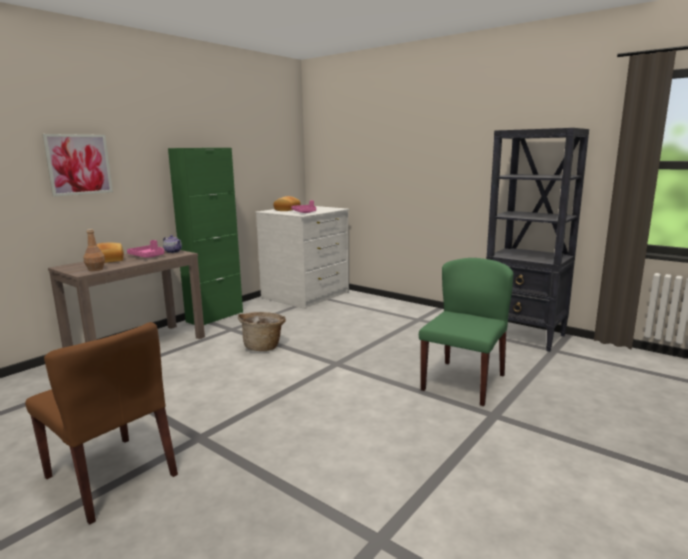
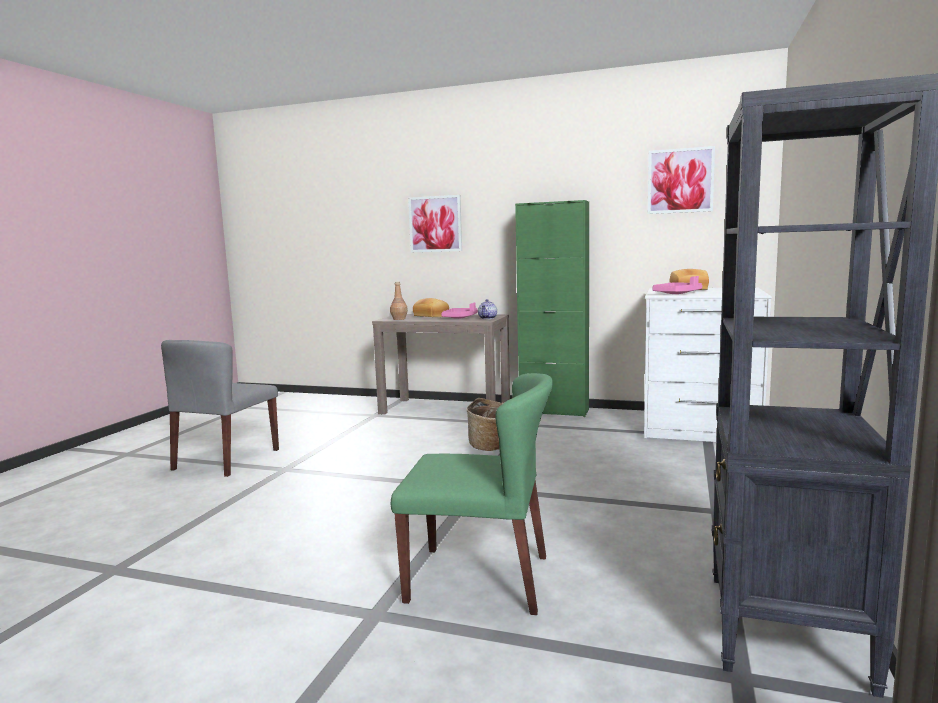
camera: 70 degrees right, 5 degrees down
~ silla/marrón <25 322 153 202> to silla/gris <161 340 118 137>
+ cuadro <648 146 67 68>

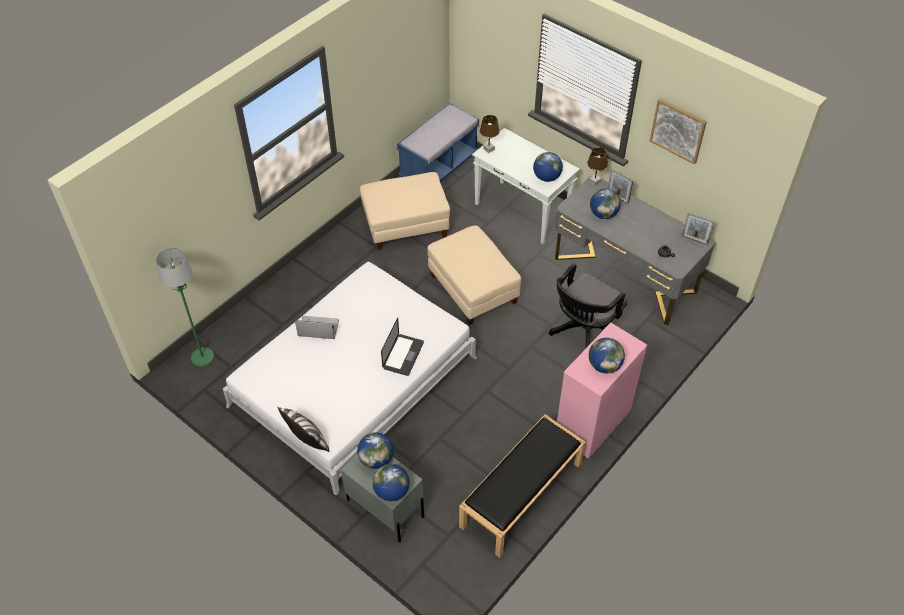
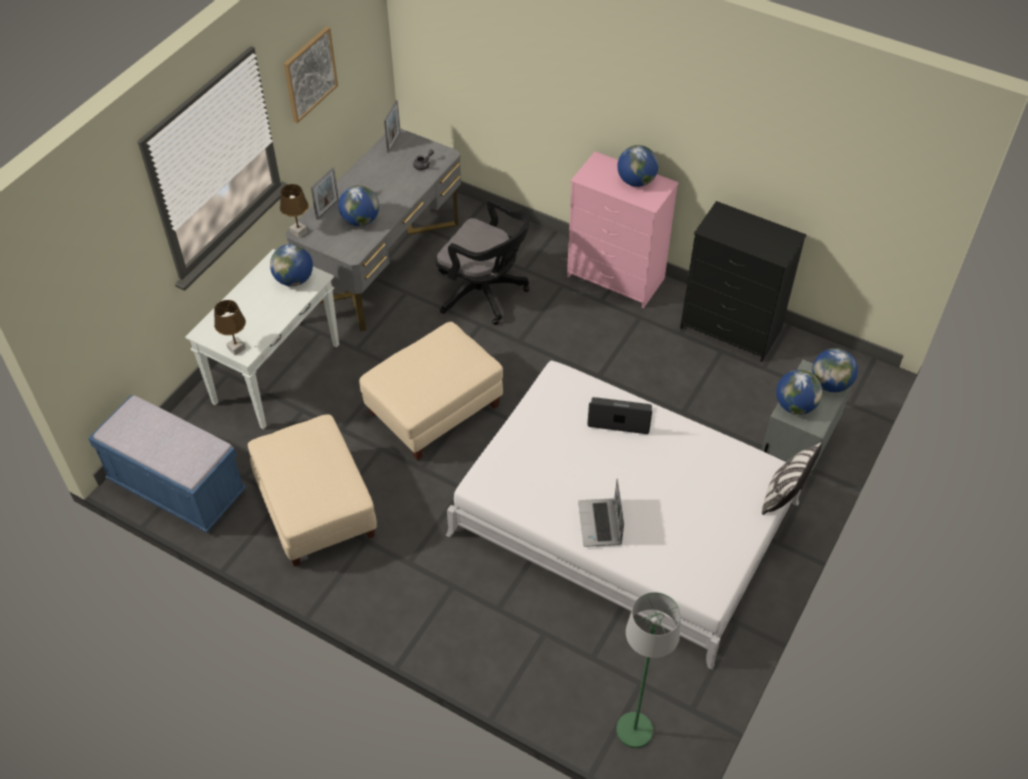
camera: 100 degrees left, 0 degrees up
~ banco/negro <459 414 127 144> to cómoda/negro <680 201 127 161>

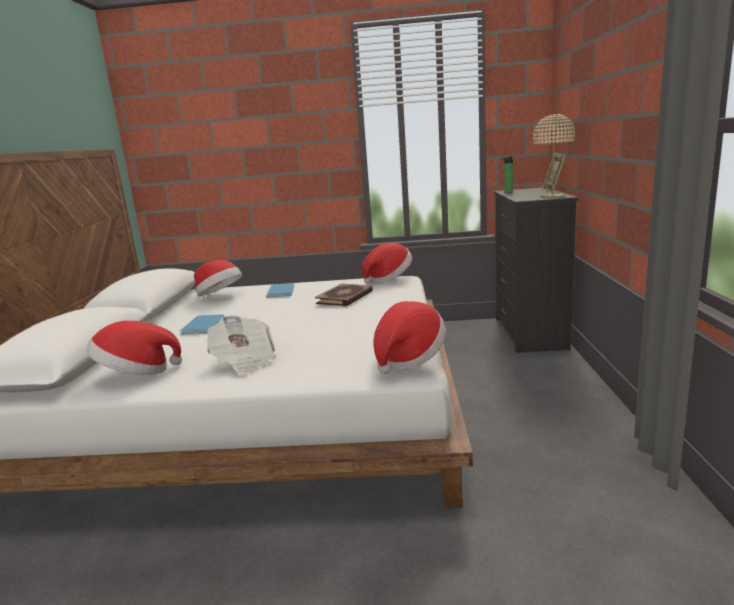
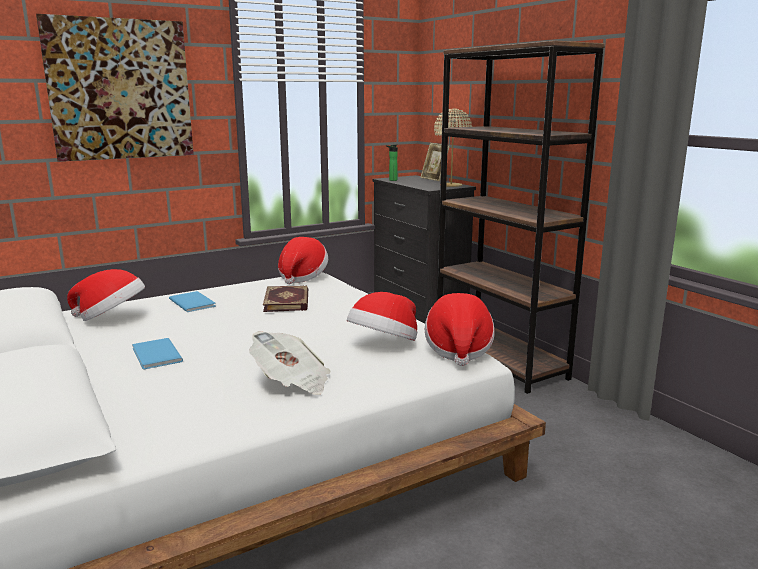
camera: 35 degrees left, 0 degrees up
~ sombrero <86 321 96 54> to <347 292 70 49>
+ cuadro <36 14 158 148>
+ estantería/marrón <437 40 168 354>

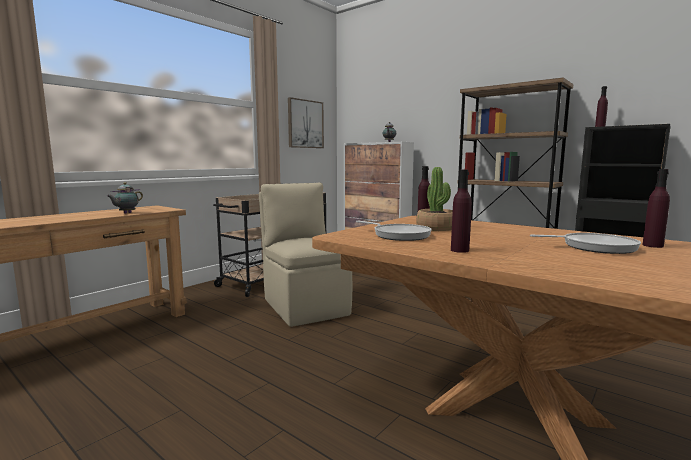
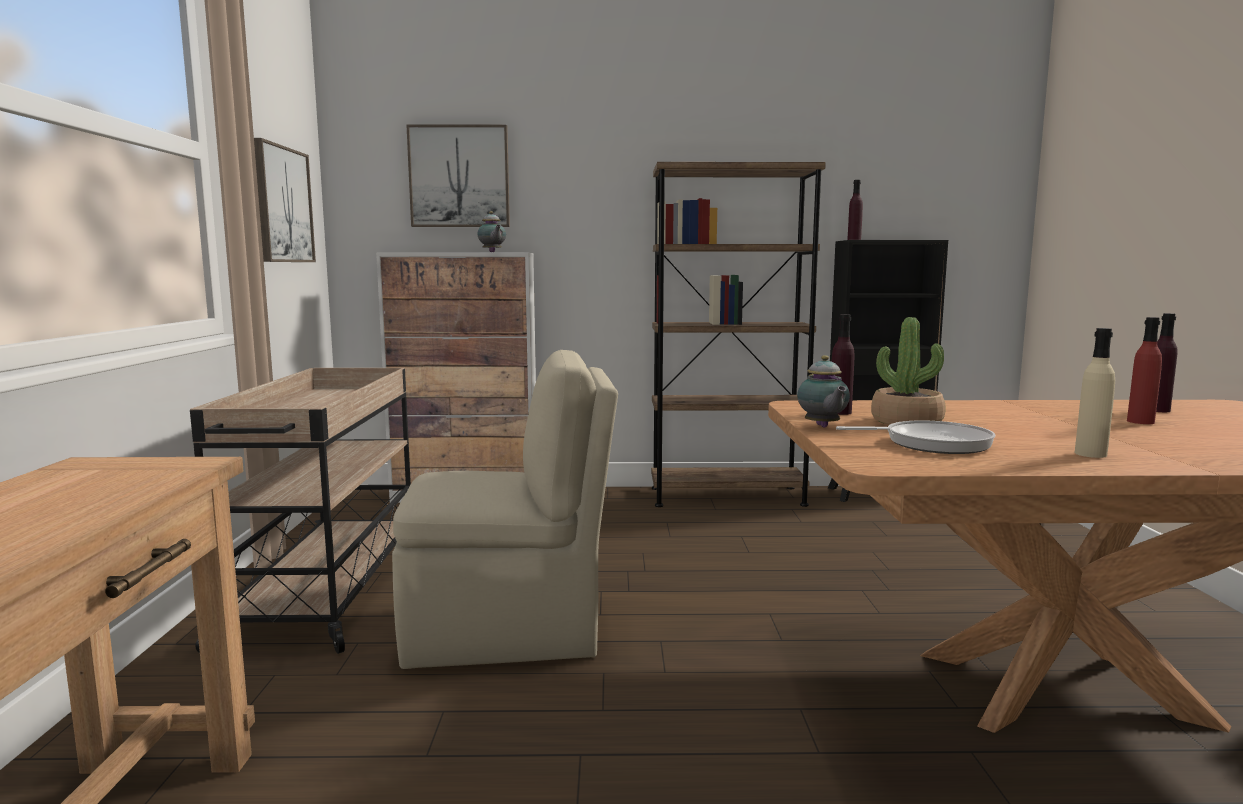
camera: 40 degrees left, 0 degrees up
~ tetera <107 182 36 32> to <797 355 53 72>
~ silla/beis <259 182 93 145> = <392 350 226 319> 150 degrees clockwise
~ botella/morado <451 170 21 83> to botella/beis <1075 328 40 130>
~ sartén <530 233 111 21> to botella/rojo <1127 317 35 107>
+ cuadro <406 124 104 103>

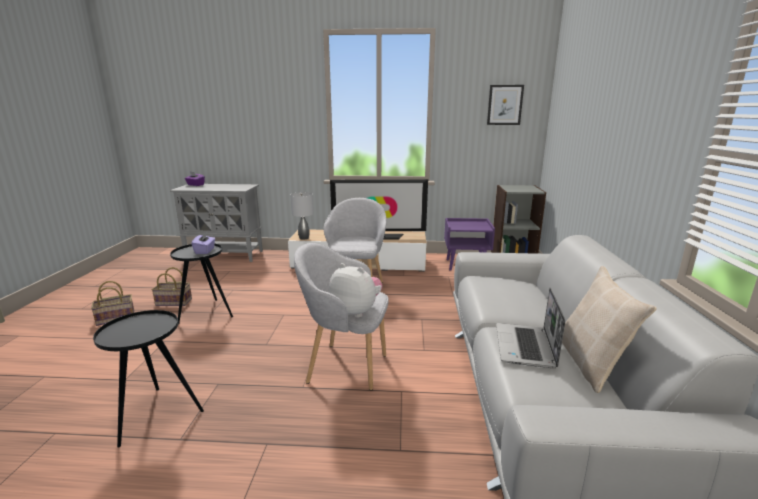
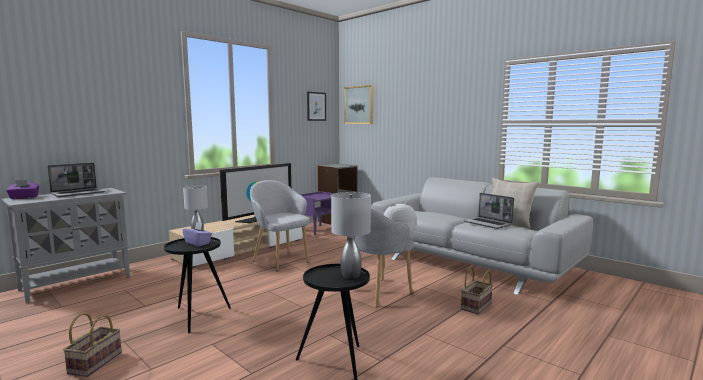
camera: 50 degrees left, 10 degrees down
~ cesta <152 267 40 39> to <461 266 32 48>
+ portátil <47 163 58 34>
+ lámpara de mesa/gris <331 192 40 87>
+ cuadro <344 85 29 39>

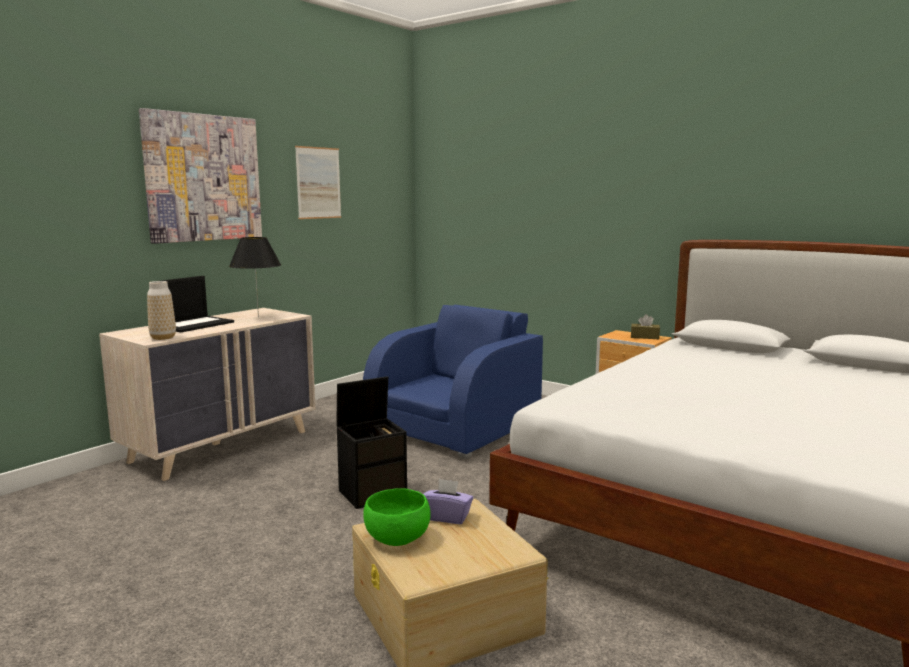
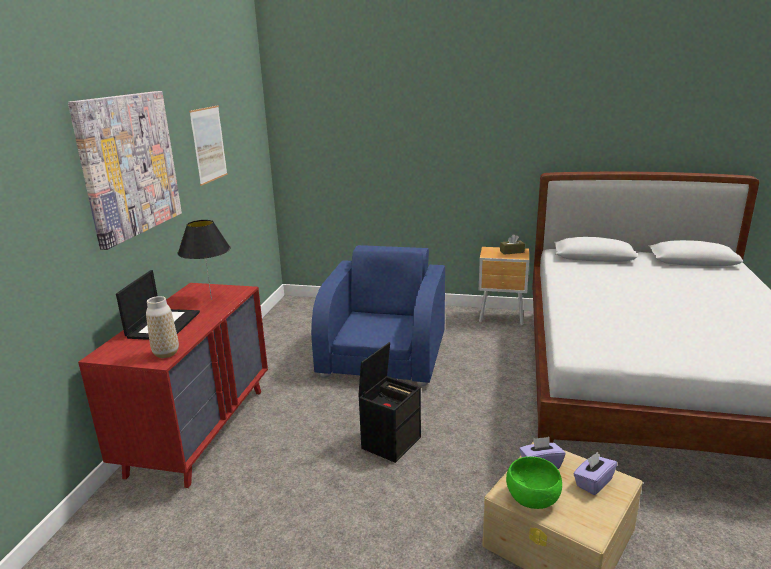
camera: 25 degrees left, 10 degrees up
~ cómoda/beis <99 308 217 173> to cómoda/rojo <78 283 190 205>
+ caja de pañuelos/morado <574 452 43 43>

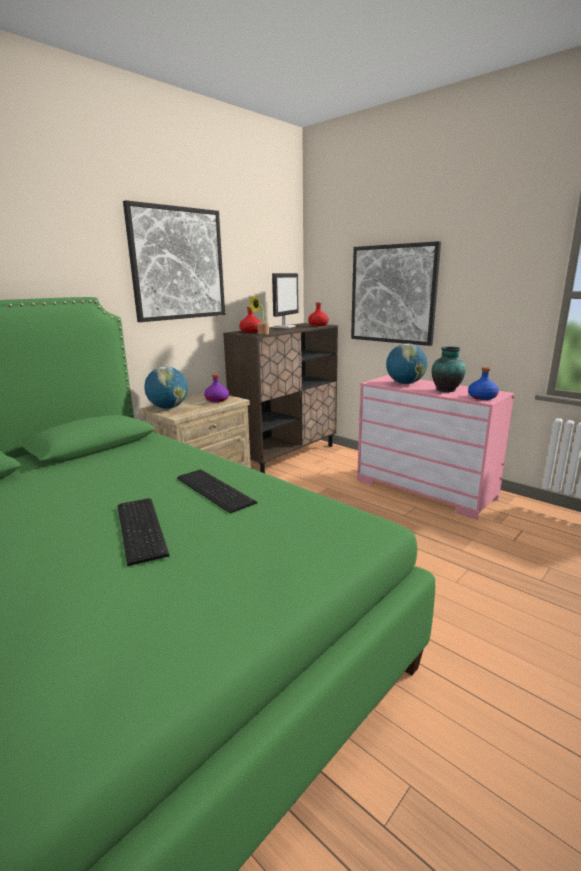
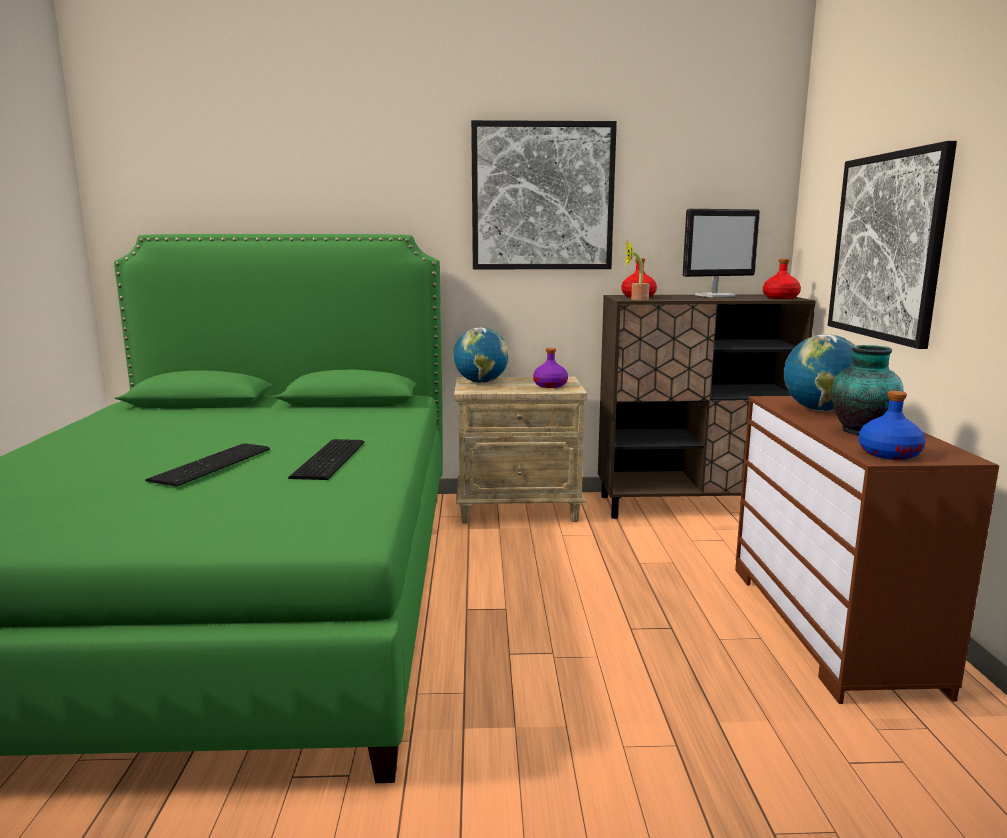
camera: 45 degrees right, 5 degrees down
~ cómoda/rosa <357 375 158 145> to cómoda/marrón <735 396 264 308>

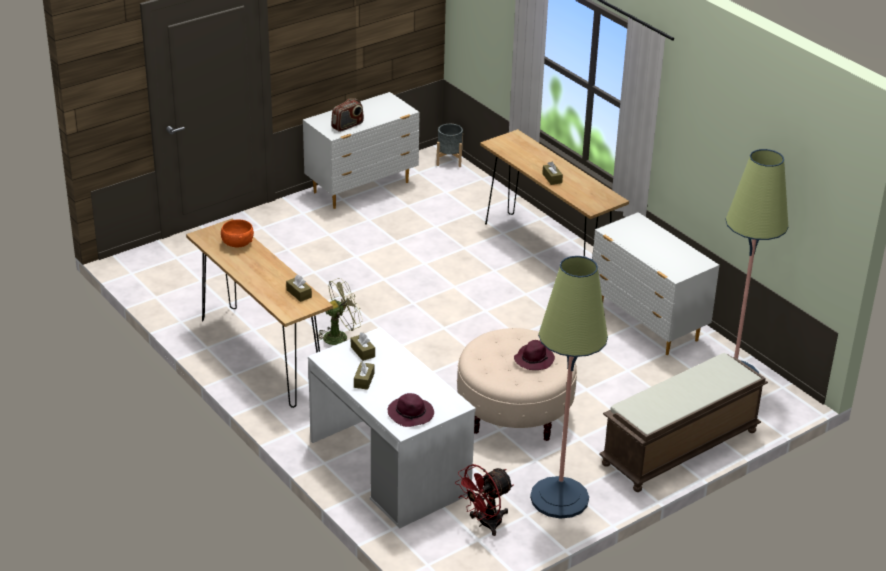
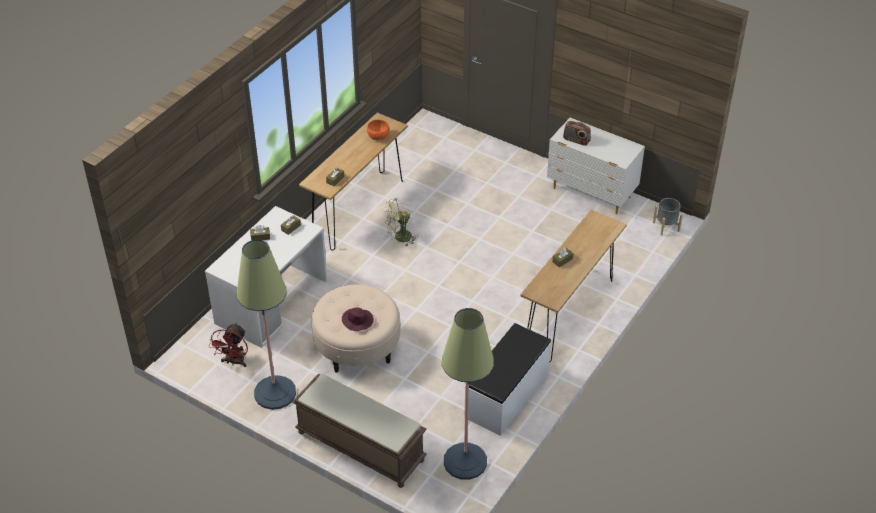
camera: 70 degrees right, 10 degrees up
~ ventilador/verde <316 278 47 67> = <384 198 34 49> 120 degrees clockwise
- sombrero/morado <388 393 46 34>
~ ventilador/rojo <455 464 59 72> = <209 323 39 44> 105 degrees counterclockwise
~ cómoda/blanco <593 212 127 143> to banco/blanco <464 323 87 113>

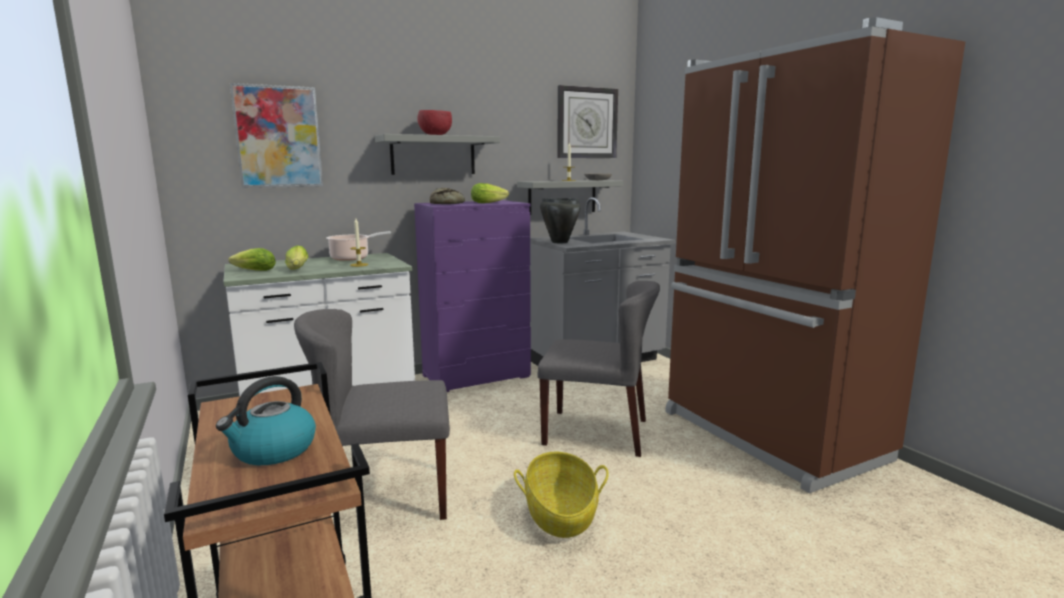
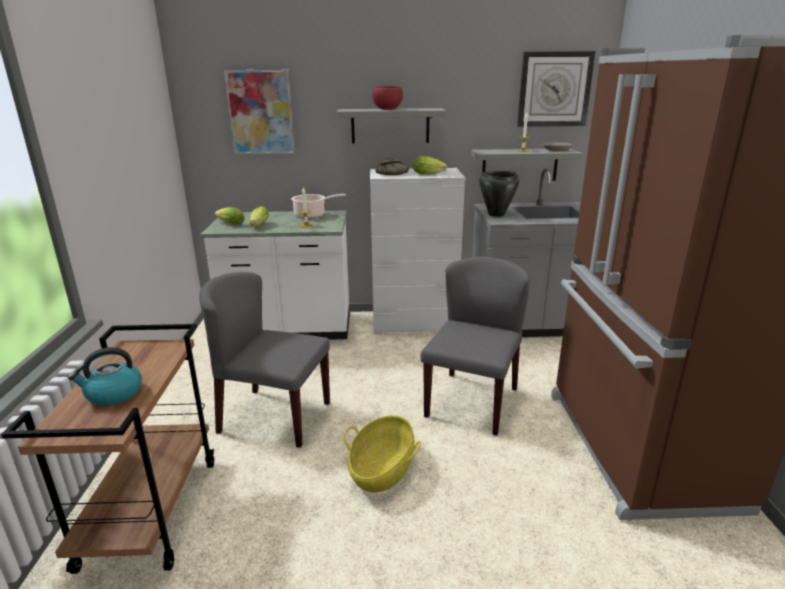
camera: 25 degrees right, 10 degrees up
~ cómoda/morado <414 200 117 192> to cómoda/blanco <370 168 95 166>
~ silla/gris <537 281 123 176> = <420 257 110 179> 105 degrees counterclockwise

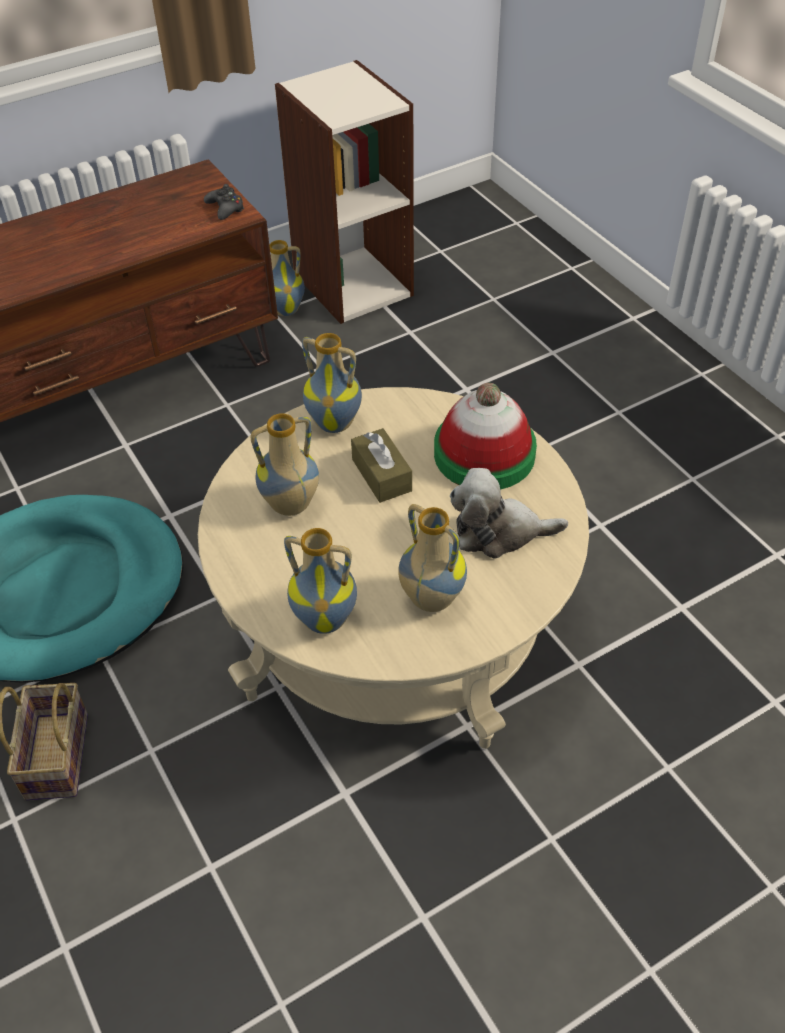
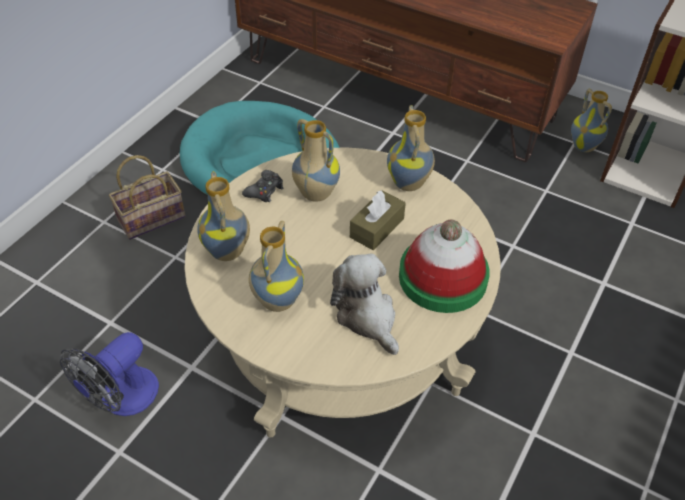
camera: 60 degrees right, 0 degrees up
~ mando de consola/negro <204 184 41 36> to <242 170 41 32>
+ ventilador <60 332 99 84>

